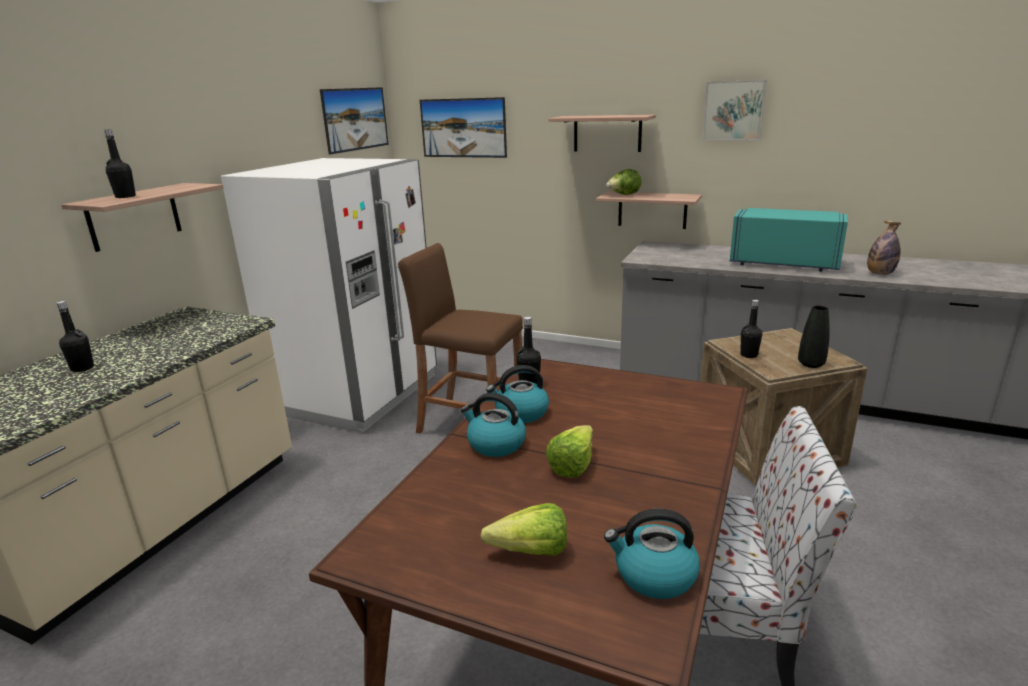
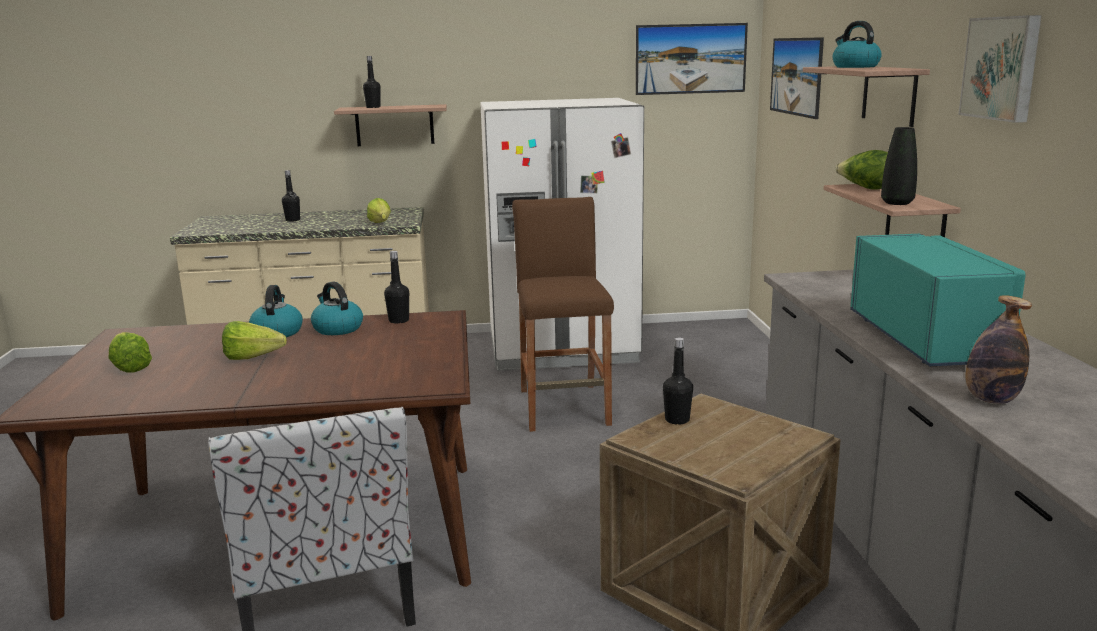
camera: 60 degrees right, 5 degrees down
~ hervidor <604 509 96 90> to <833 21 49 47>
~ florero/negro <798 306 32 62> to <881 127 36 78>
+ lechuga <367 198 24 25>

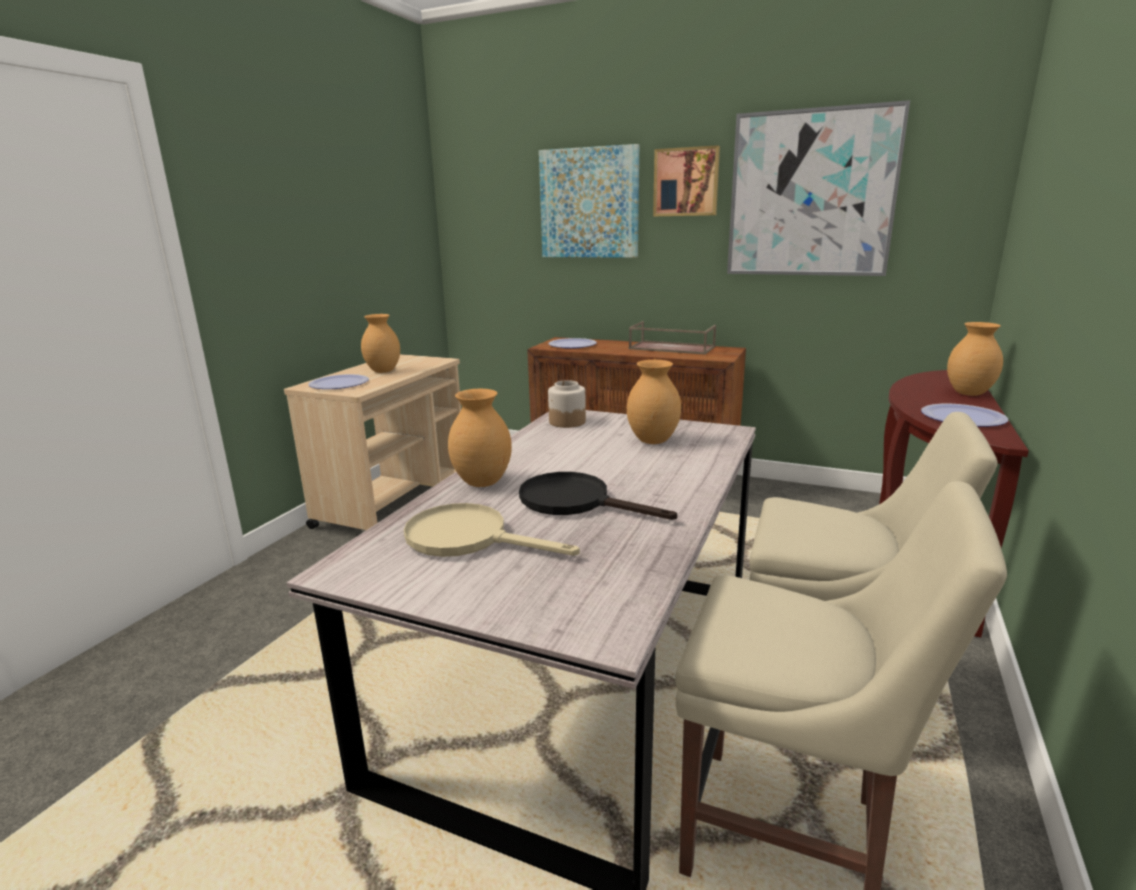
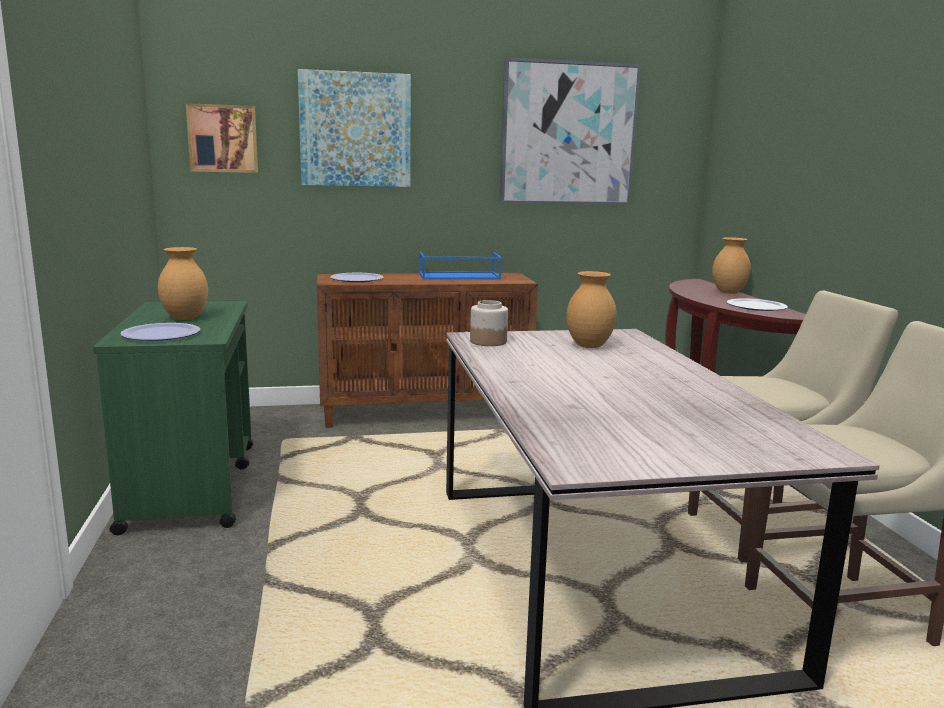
camera: 35 degrees left, 5 degrees down
~ carrito/beis <284 354 177 176> to carrito/verde <93 300 160 235>
- sartén/beis <404 503 176 54>
- florero/marrón <448 389 64 98>
- sartén/negro <519 472 158 48>
~ bandeja/marrón <629 321 87 34> to bandeja/azul <419 252 83 28>
~ cuadro <653 145 67 71> to <186 103 72 70>

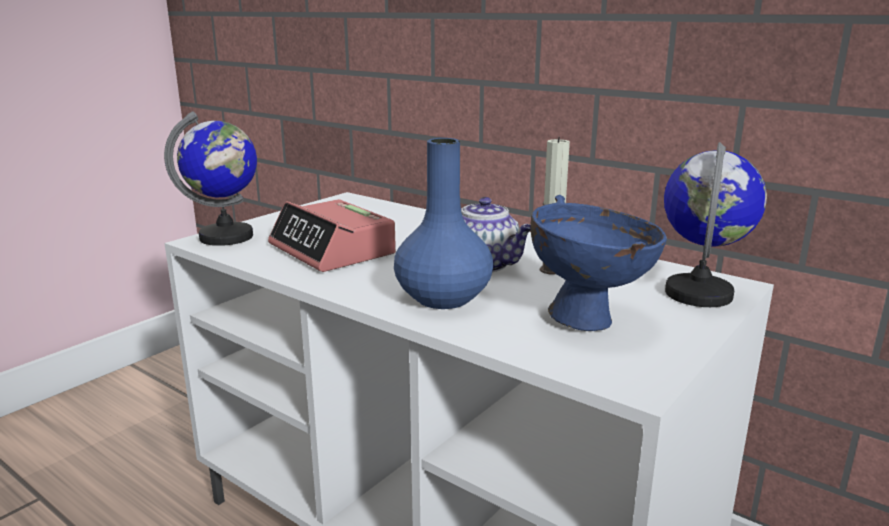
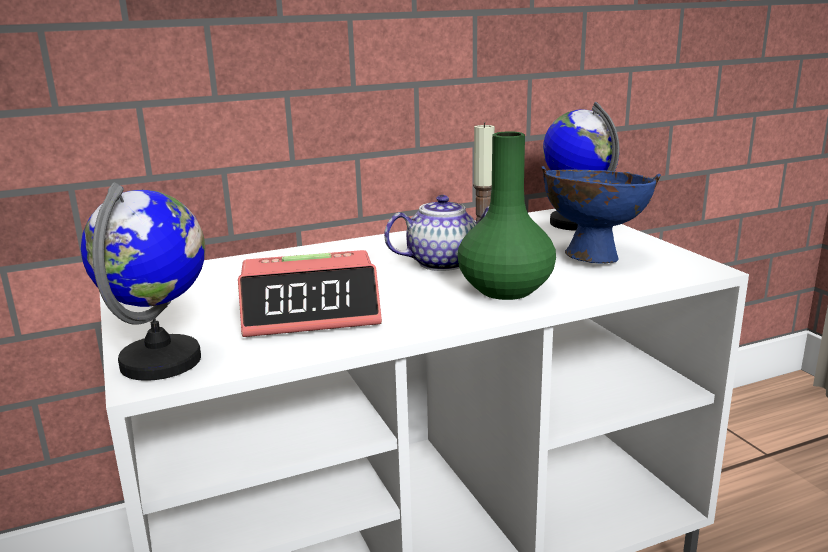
camera: 60 degrees left, 0 degrees up
~ florero/azul <394 138 99 171> to florero/verde <458 131 98 169>

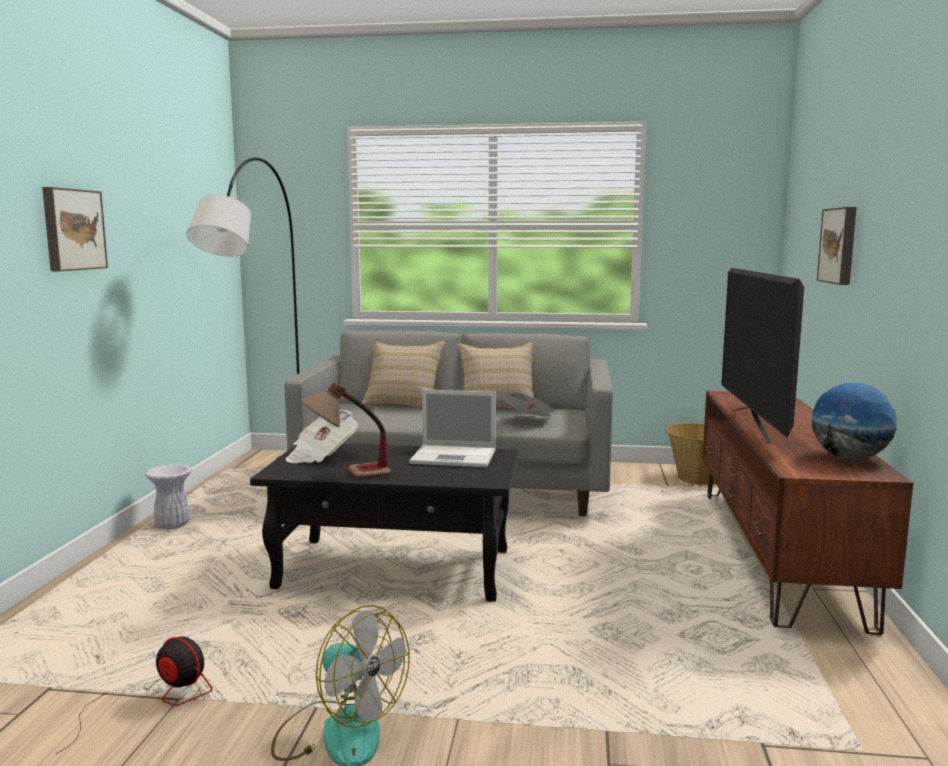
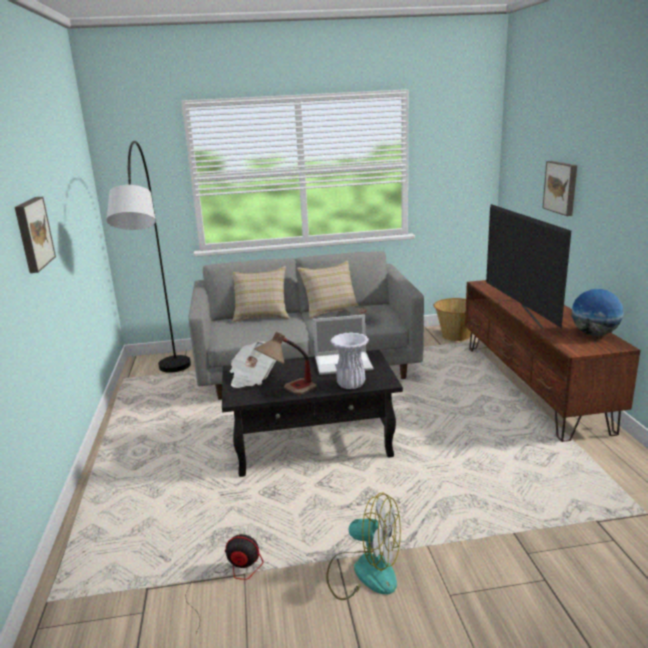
camera: 15 degrees left, 10 degrees up
~ florero/blanco <145 464 47 65> to <330 332 39 57>

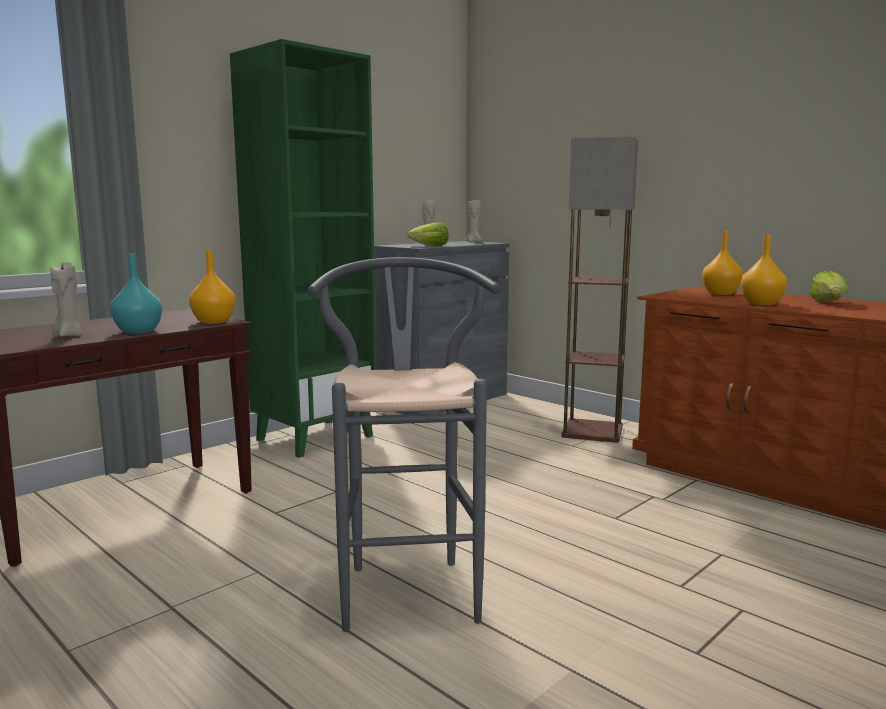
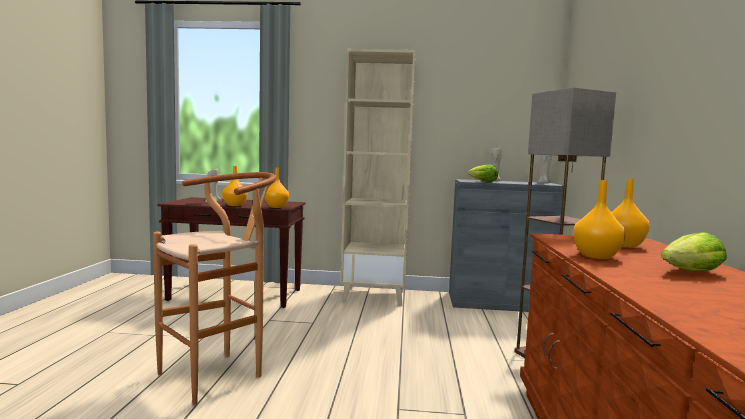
camera: 50 degrees right, 5 degrees down
~ florero/turquesa <110 254 52 80> to florero/naranja <222 166 26 40>
~ estantería/verde <230 39 147 419> to estantería/beis <340 49 75 257>
~ taburete/gris <307 257 194 375> to taburete/marrón <153 172 124 233>

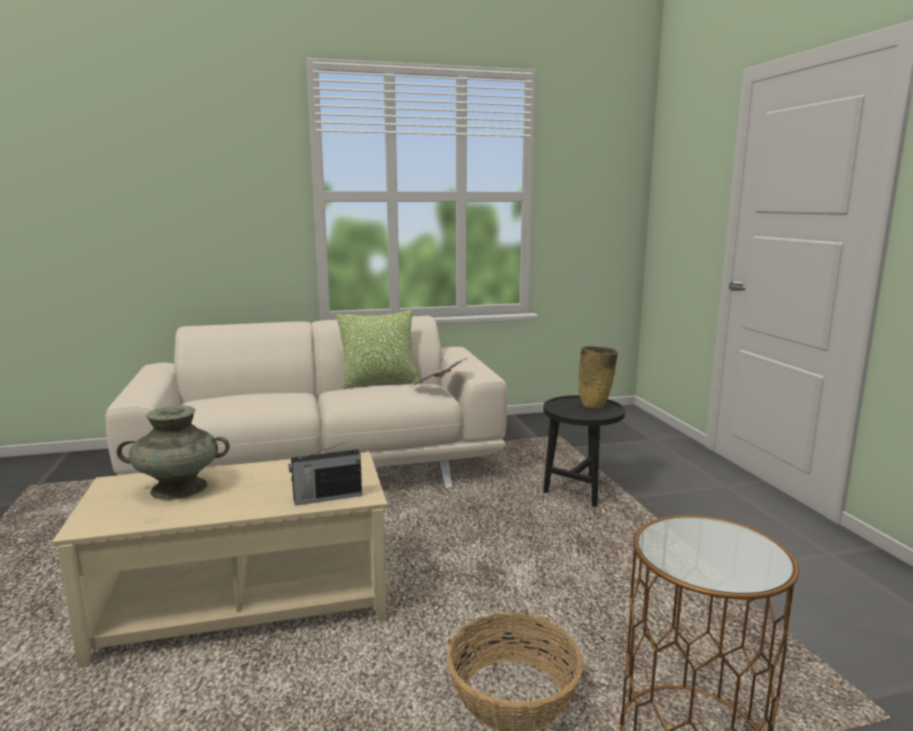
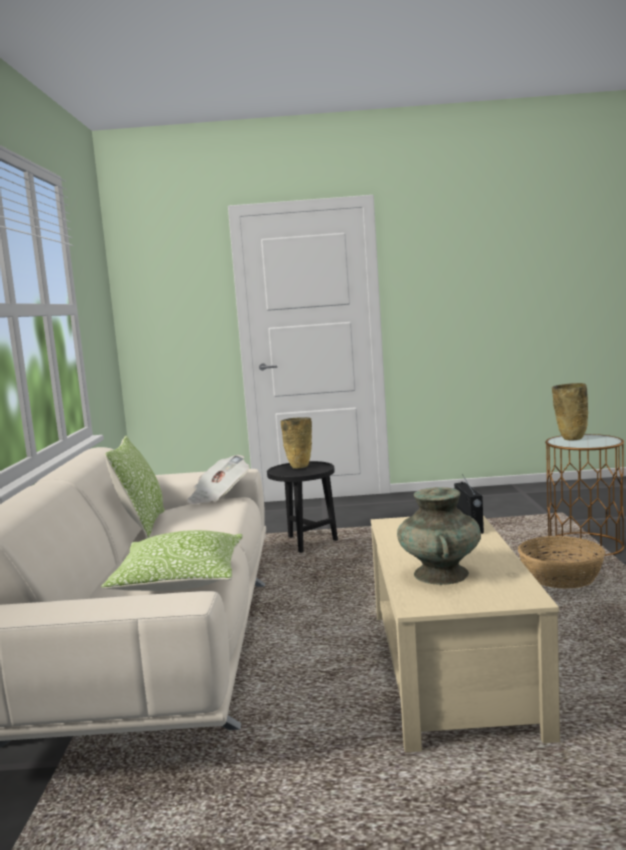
camera: 75 degrees left, 5 degrees down
+ cojín <101 530 142 61>
+ florero/beis <552 383 36 57>

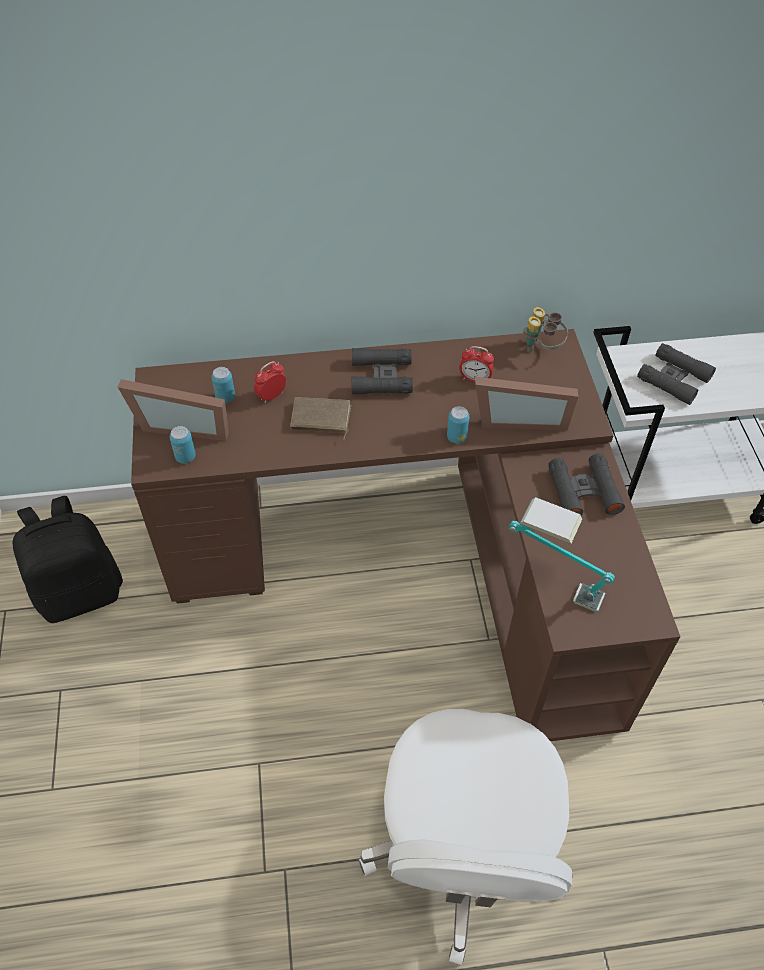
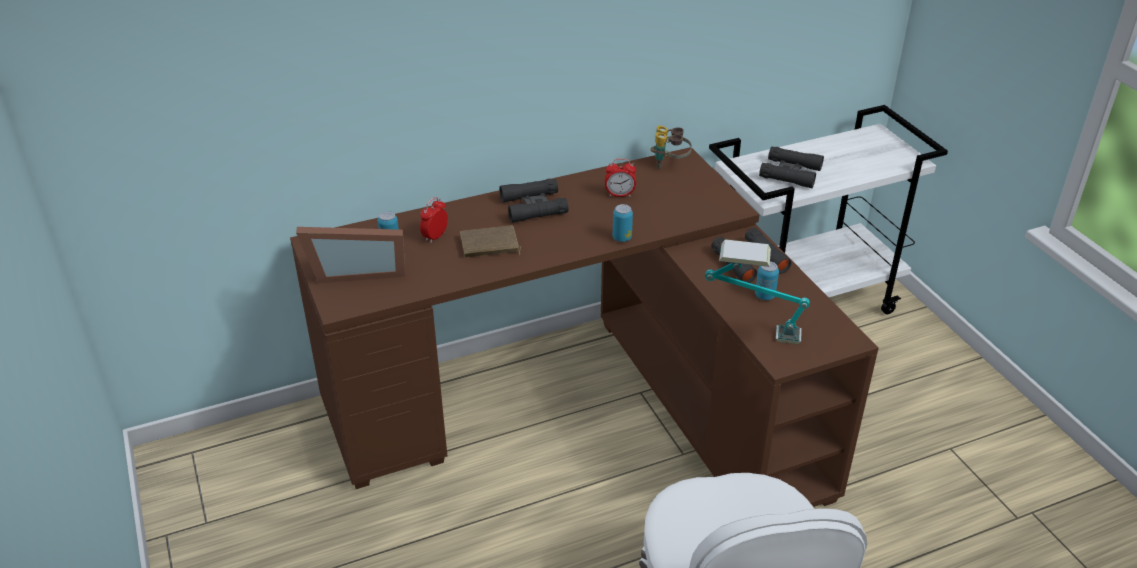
camera: 15 degrees left, 15 degrees down
- mochila/negro <13 496 110 127>
~ lata <170 426 26 37> to <755 261 24 39>
- portarretratos <475 377 103 54>

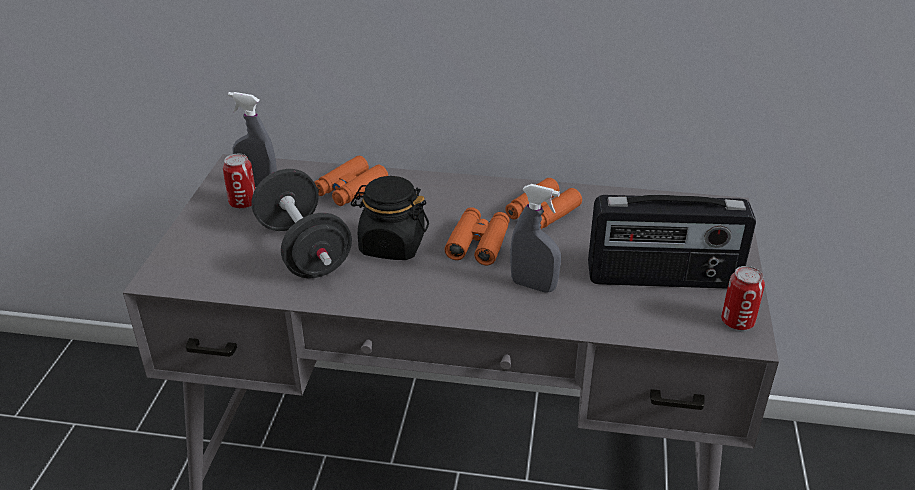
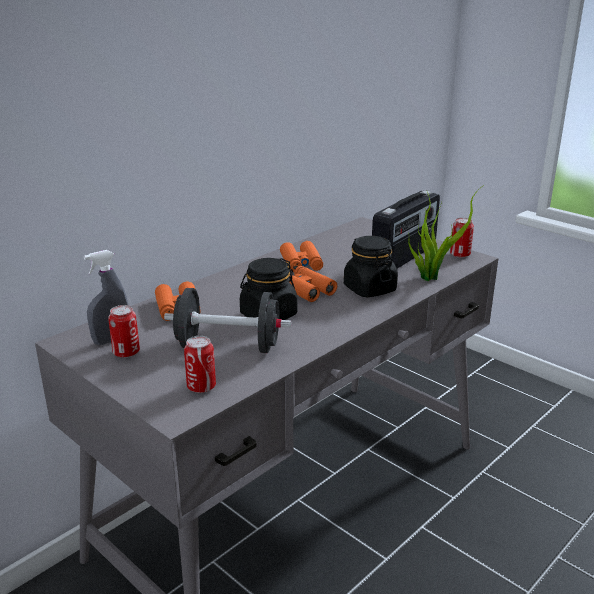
camera: 55 degrees left, 10 degrees down
~ pulverizador/gris <510 184 51 109> to tarro/negro <344 236 54 61>
+ lata <184 336 32 57>
+ planta en maceta <408 185 76 96>

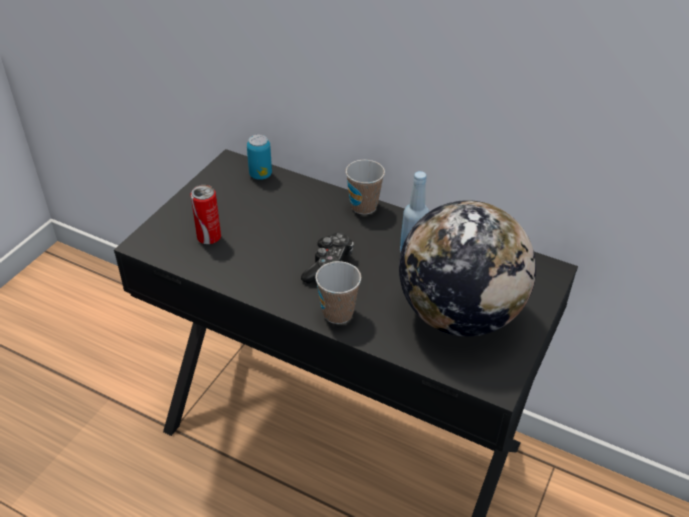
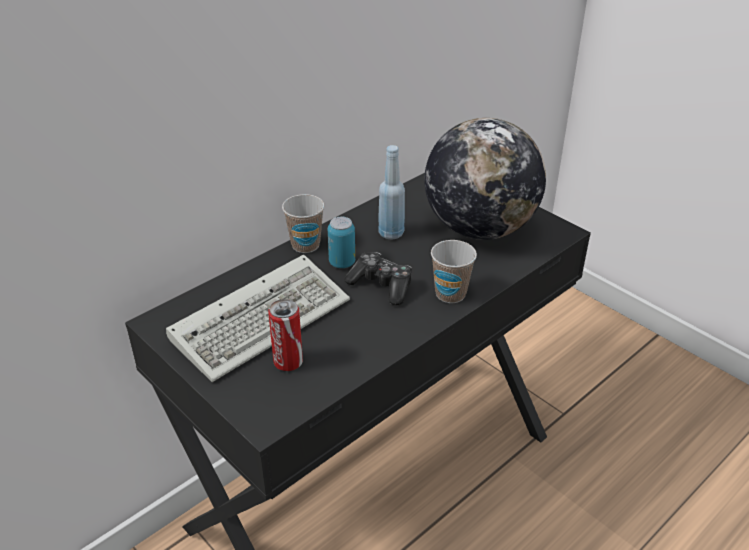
camera: 70 degrees left, 5 degrees down
~ lata <247 134 25 46> to <328 217 27 51>
+ teclado <166 254 184 128>

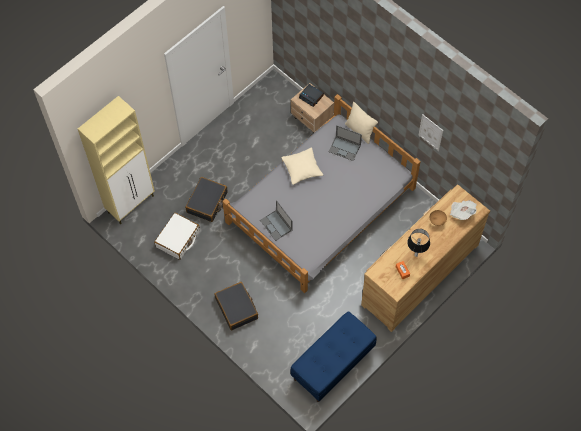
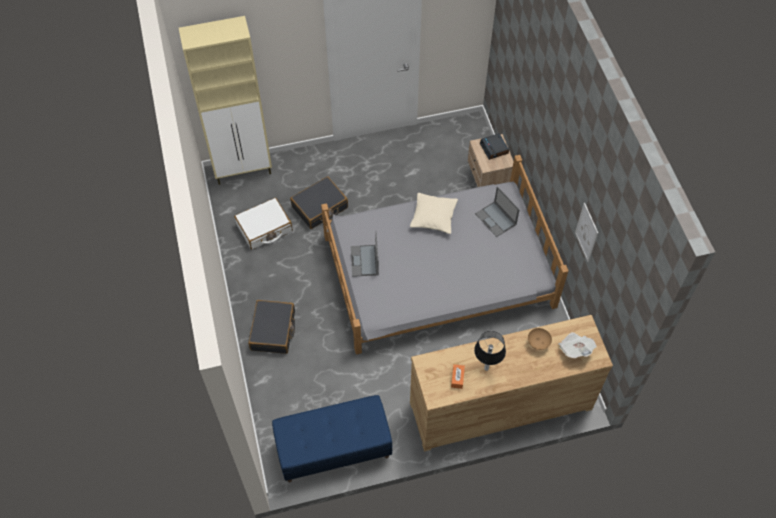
camera: 30 degrees right, 5 degrees down
- cojín/beis <345 102 33 42>

